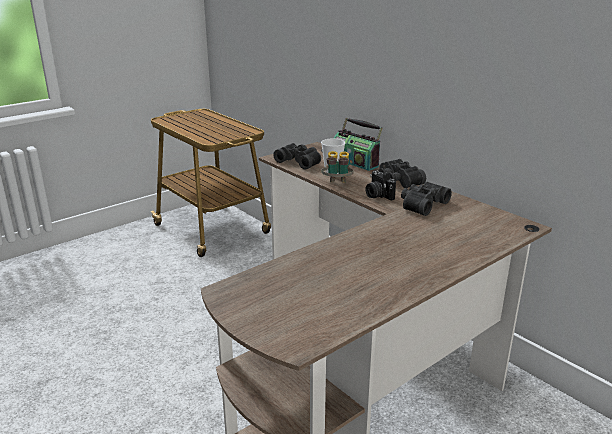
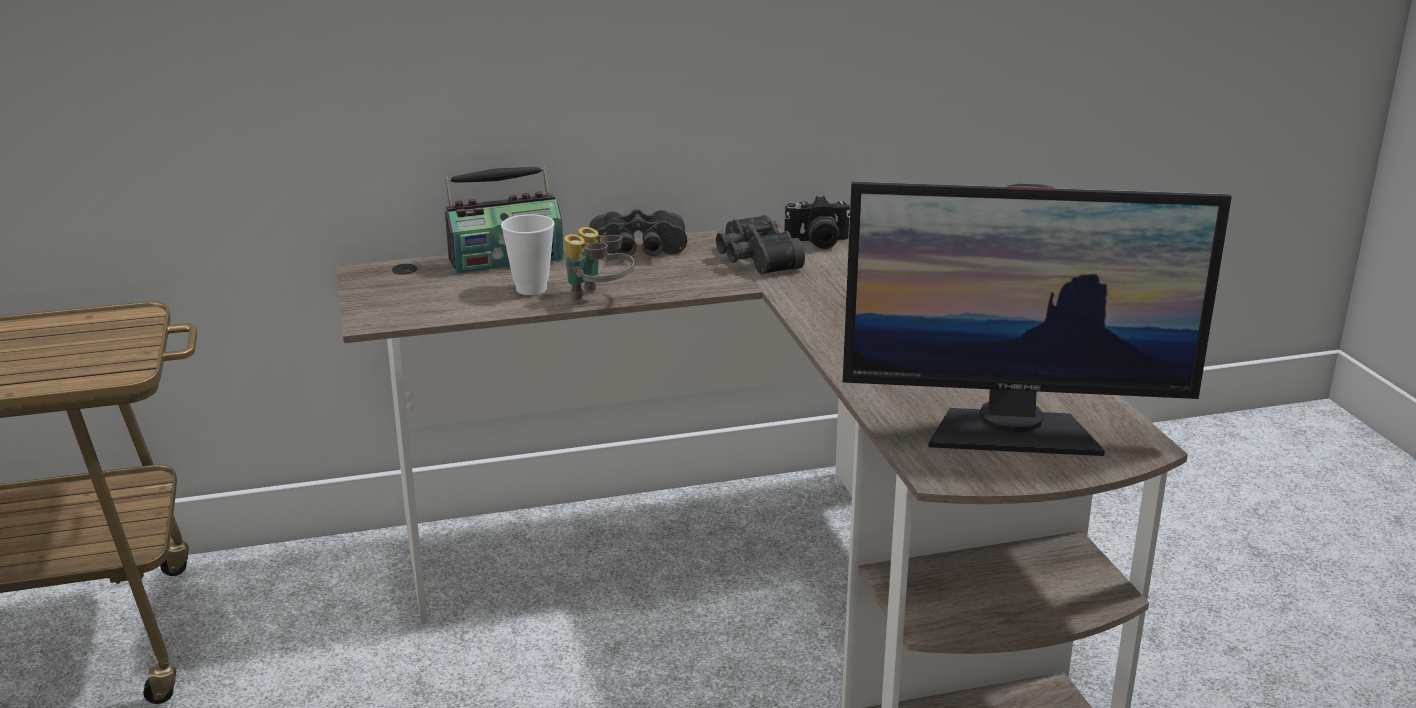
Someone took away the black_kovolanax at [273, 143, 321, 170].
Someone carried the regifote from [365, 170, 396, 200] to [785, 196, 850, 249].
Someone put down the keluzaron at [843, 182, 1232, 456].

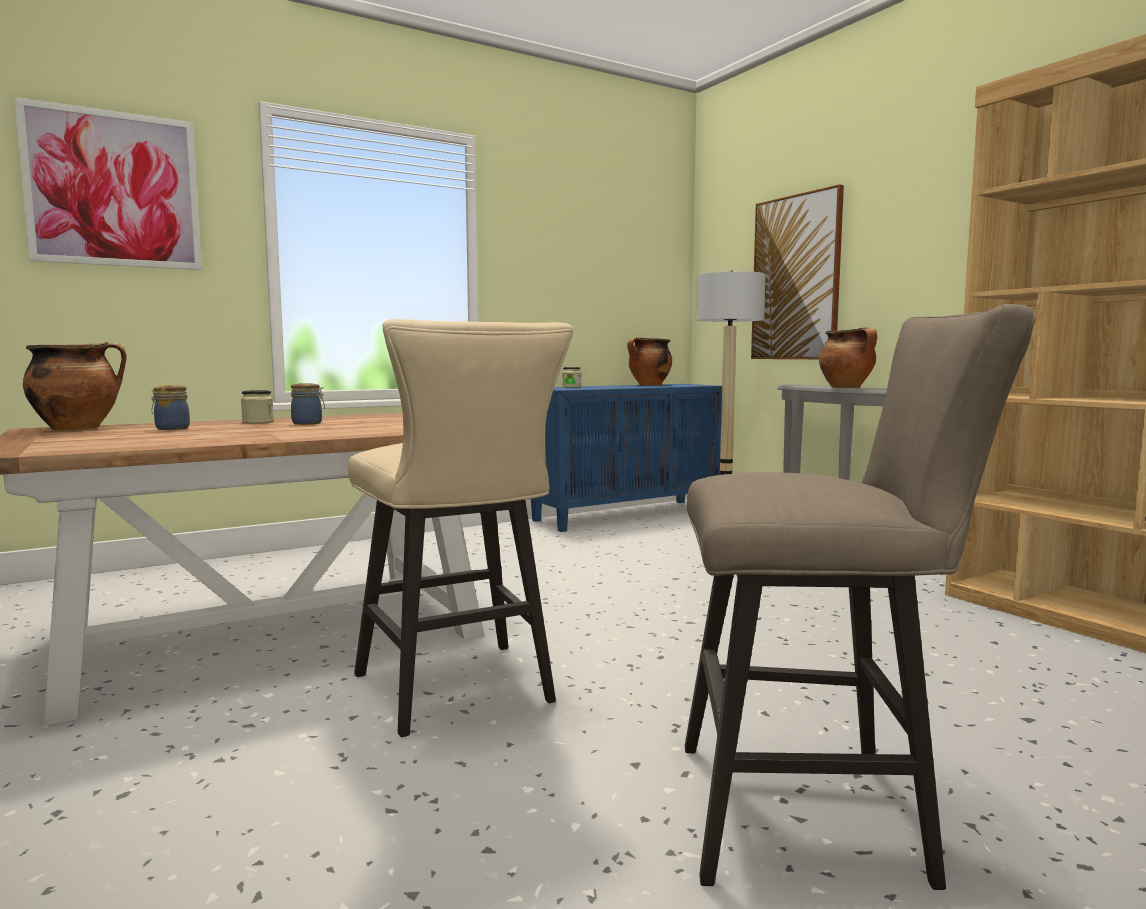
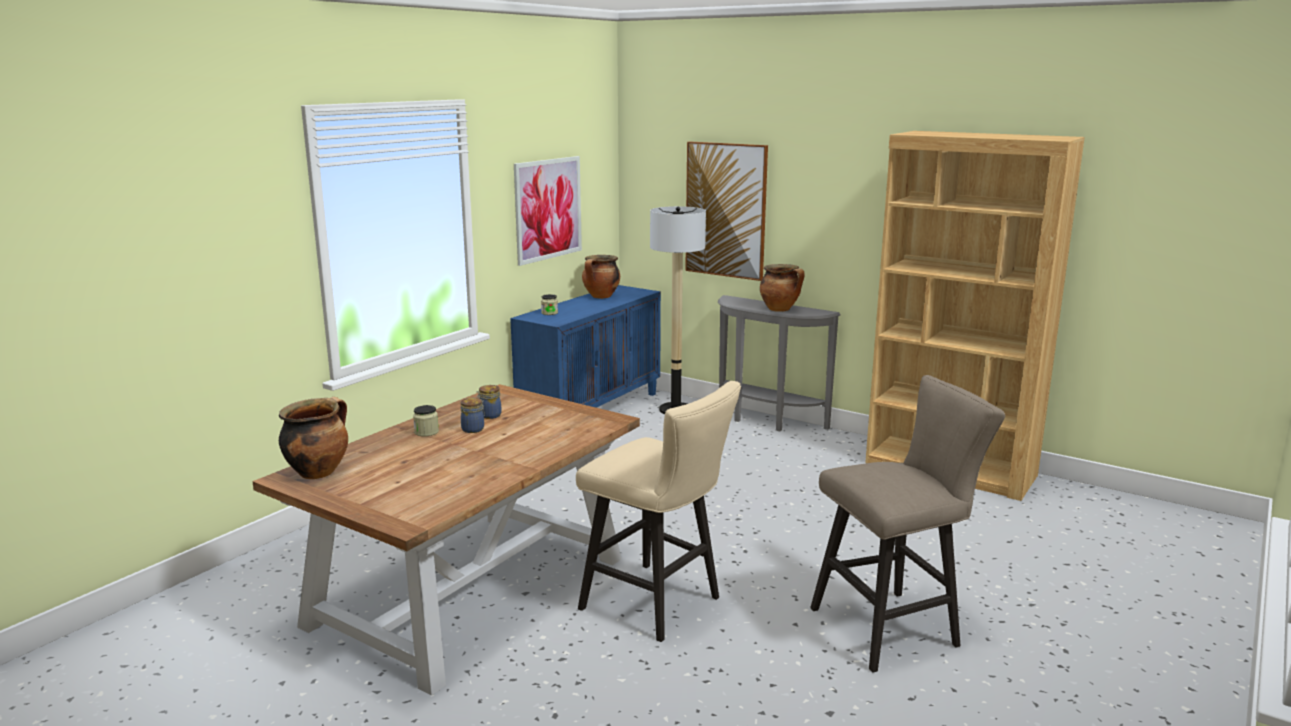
Someone carried the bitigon from [14, 97, 202, 270] to [514, 156, 582, 266].
Someone carried the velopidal from [151, 385, 190, 430] to [476, 385, 502, 419].

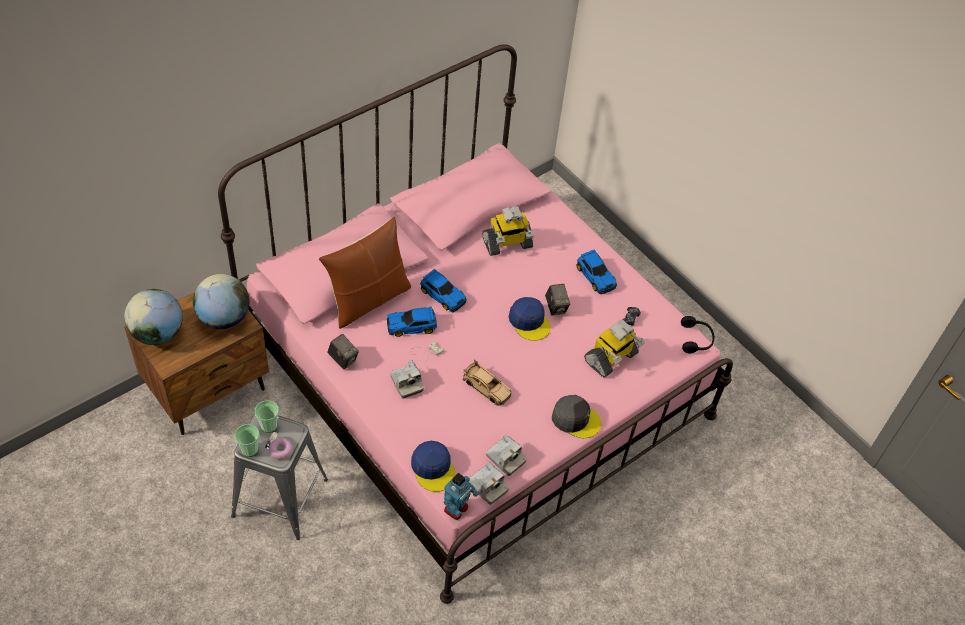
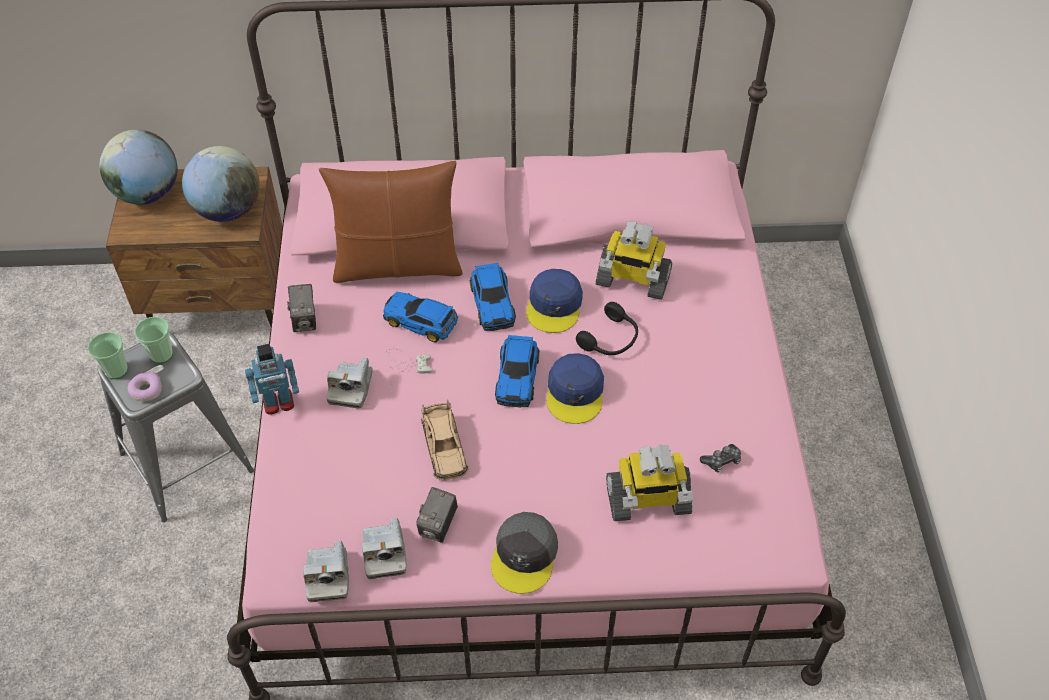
Someone carried the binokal from [577, 250, 617, 294] to [495, 335, 540, 407].
Someone carried the regifote from [545, 284, 570, 316] to [416, 487, 458, 543].
Someone carried the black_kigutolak from [681, 316, 715, 353] to [576, 302, 638, 355].
Someone rotated the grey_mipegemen at [552, 395, 601, 438] by 45 degrees clockwise.
Someone carried the blue_mipegemen from [411, 441, 456, 492] to [526, 269, 583, 333].
Someone carried the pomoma from [444, 473, 479, 520] to [245, 344, 299, 415].

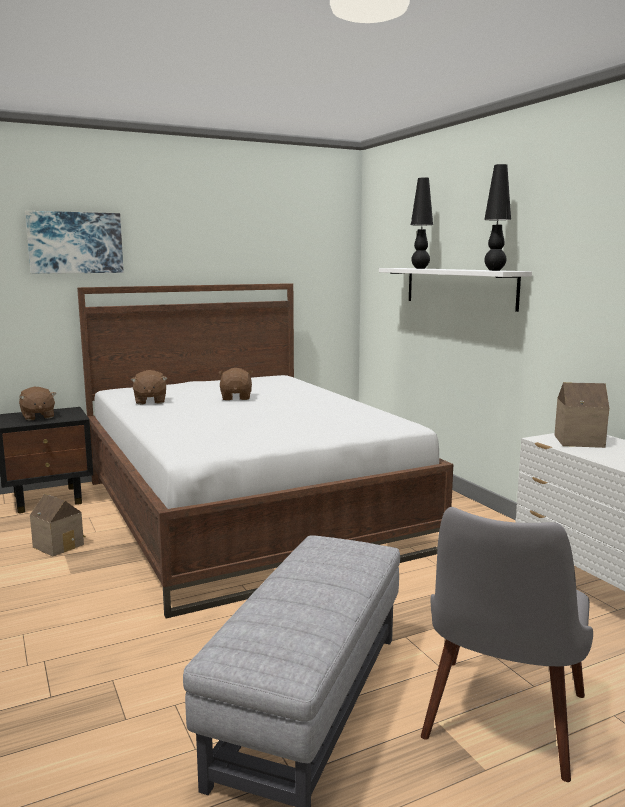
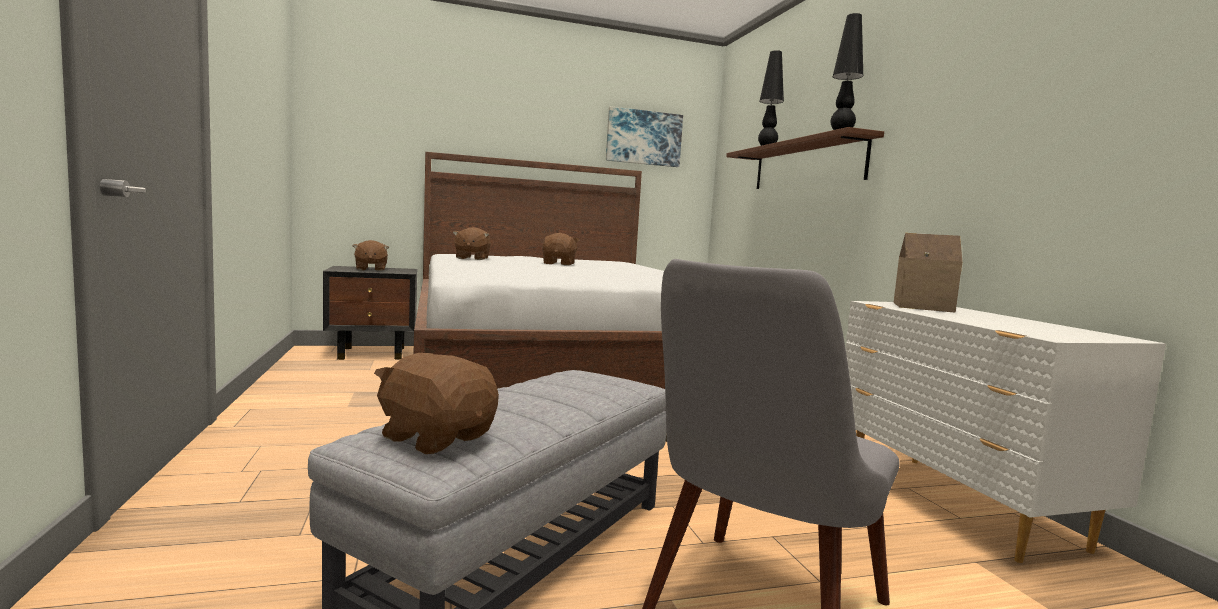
Someone carried the bitigon from [25, 211, 124, 274] to [606, 106, 683, 167].
Someone repainted the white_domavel at [379, 268, 532, 312], which became the brown_domavel at [726, 127, 884, 189].
Someone took away the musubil at [30, 493, 86, 556].
Someone put down the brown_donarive at [374, 353, 499, 454].

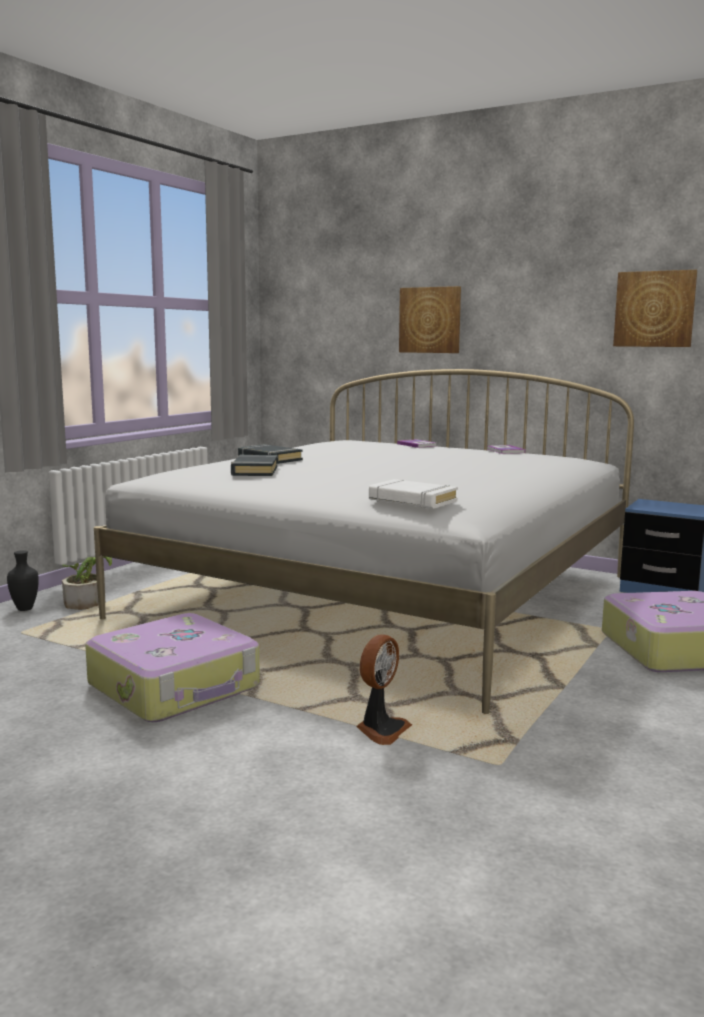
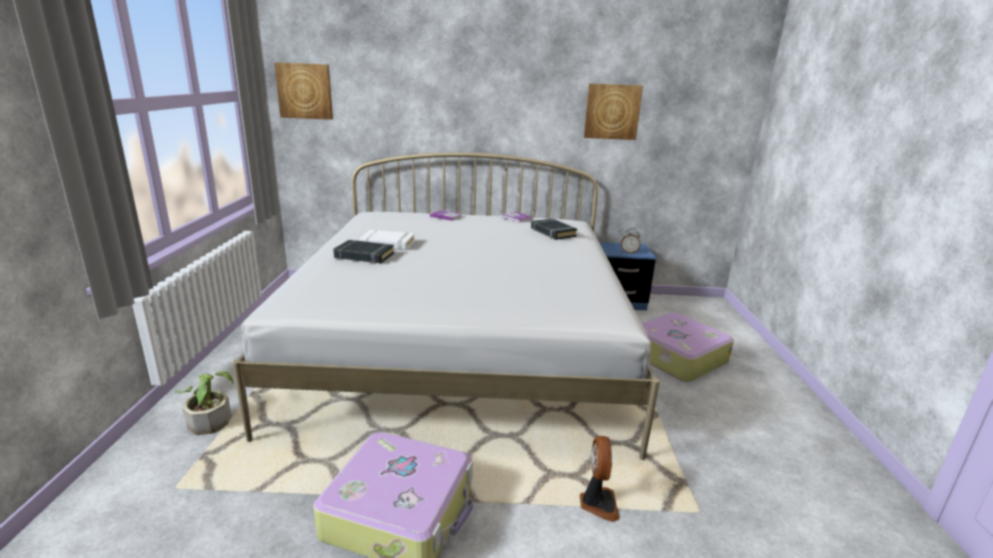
Someone carried the bitigon from [399, 286, 461, 353] to [274, 62, 333, 120].
Someone carried the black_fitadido from [231, 455, 278, 476] to [531, 218, 577, 240].
Someone carried the white_fitadido from [369, 479, 458, 508] to [360, 230, 415, 250].
Someone took away the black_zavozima at [7, 550, 39, 611].
Someone put down the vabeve at [621, 228, 641, 254].

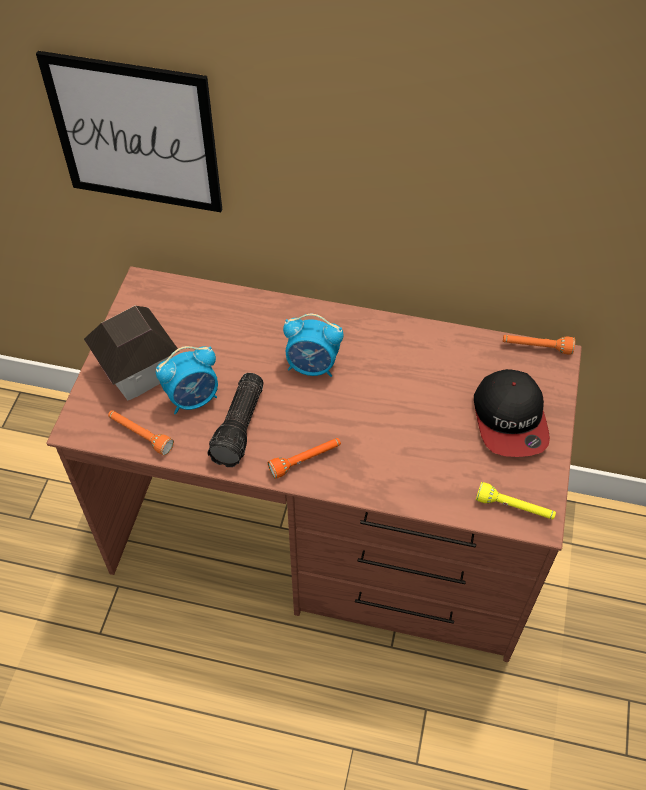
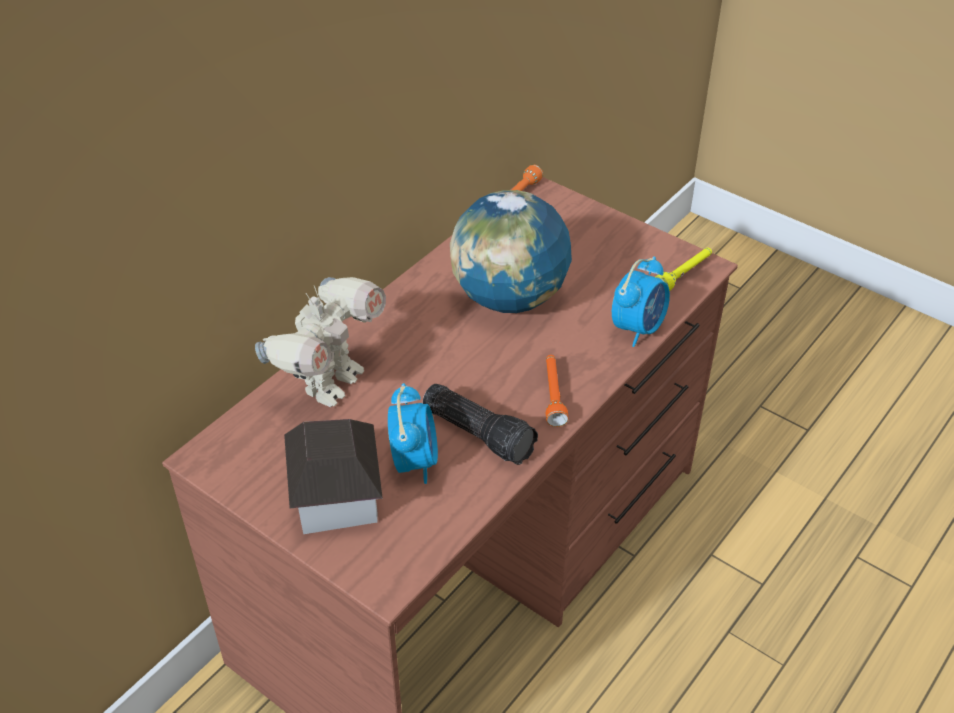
Someone took away the bitigon at [36, 51, 222, 212].
Someone carried the vabeve from [283, 314, 343, 377] to [612, 257, 670, 347].
Someone took away the mipegemen at [474, 369, 550, 457].
Someone took away the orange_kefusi at [108, 410, 174, 455].
Someone put down the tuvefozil at [450, 190, 572, 313].
Someone put down the pomoma at [255, 277, 386, 407].

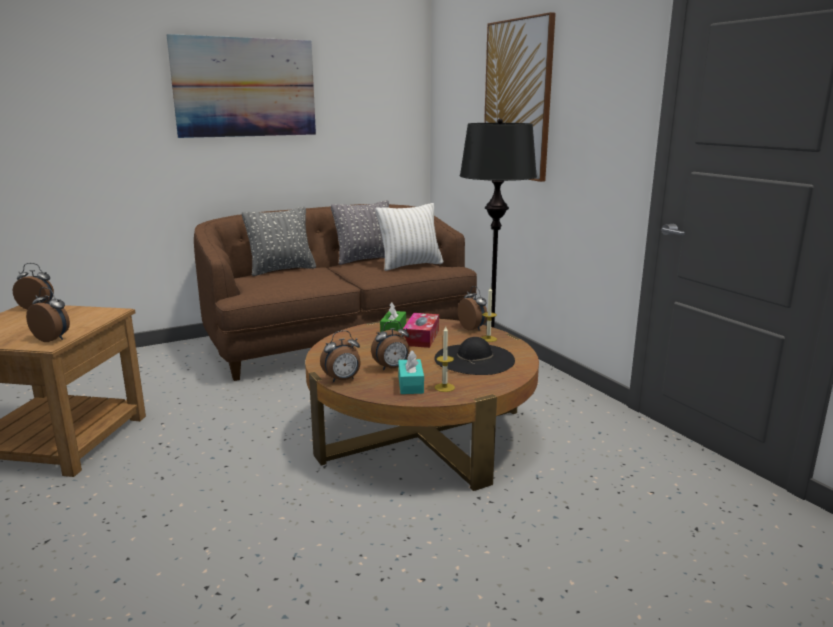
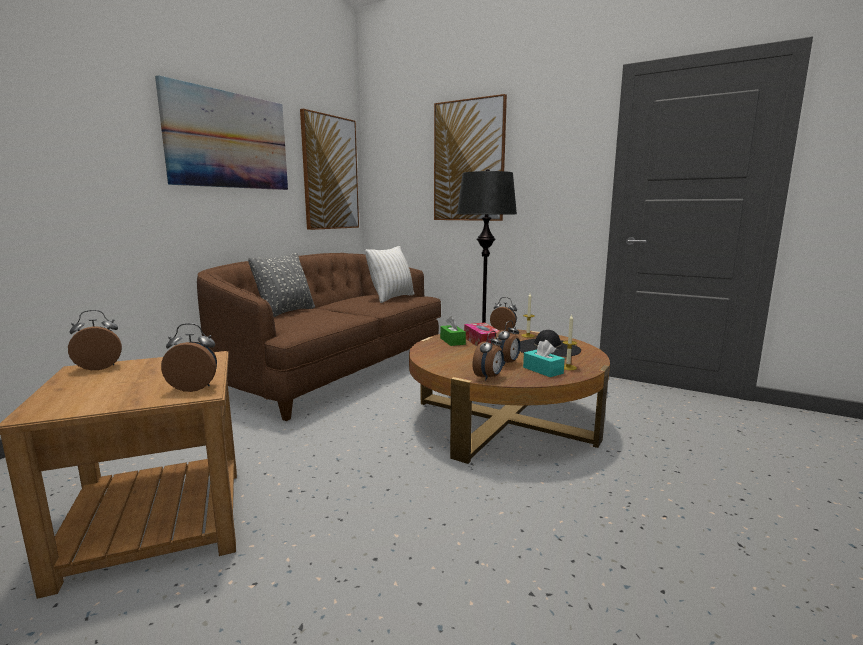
Someone took away the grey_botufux at [331, 200, 389, 265].
Someone put up the bitigon at [300, 109, 359, 230].

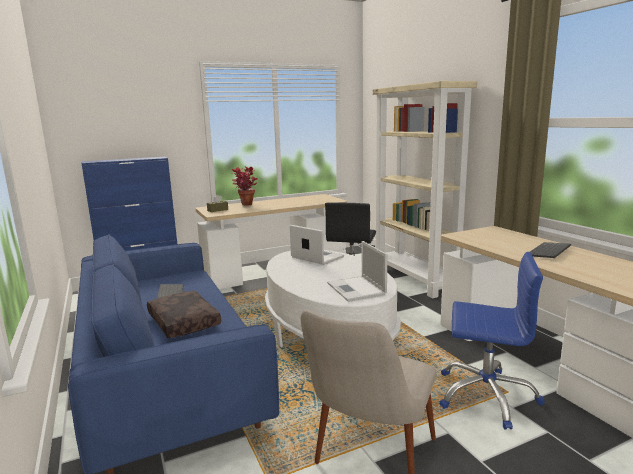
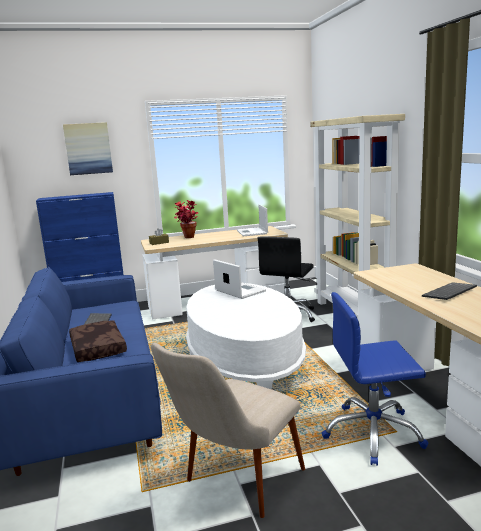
Someone carried the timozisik from [327, 241, 388, 302] to [237, 204, 268, 236].
Someone rotated the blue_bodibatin at [439, 252, 545, 430] by 150 degrees clockwise.
Someone put up the bitigon at [63, 122, 113, 175].

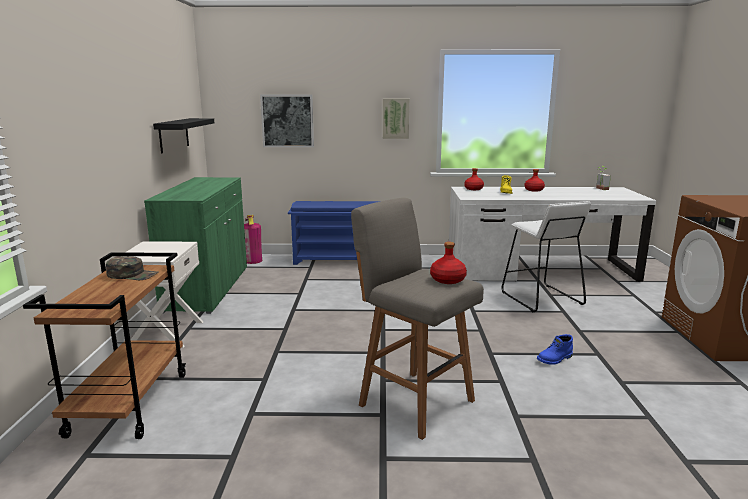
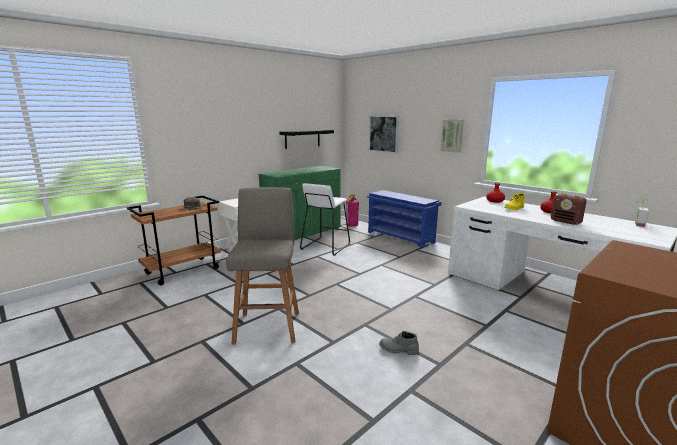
Someone carried the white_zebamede from [502, 201, 591, 312] to [300, 183, 350, 256].
Someone took away the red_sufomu at [430, 242, 467, 284].
Someone repainted the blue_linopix at [537, 334, 573, 365], which became the grey_linopix at [379, 331, 419, 355].
Someone put down the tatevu at [551, 193, 587, 225].

